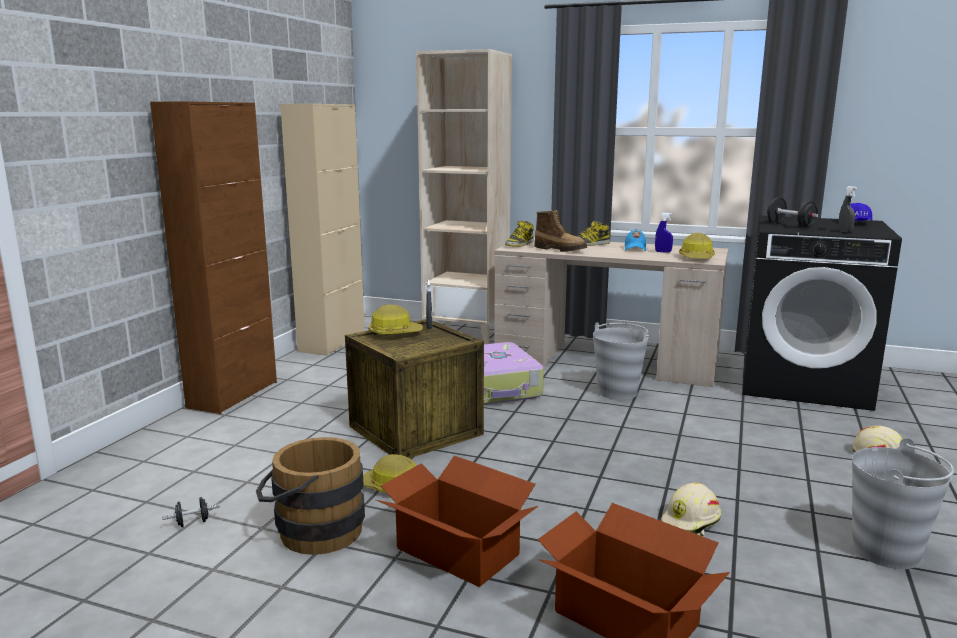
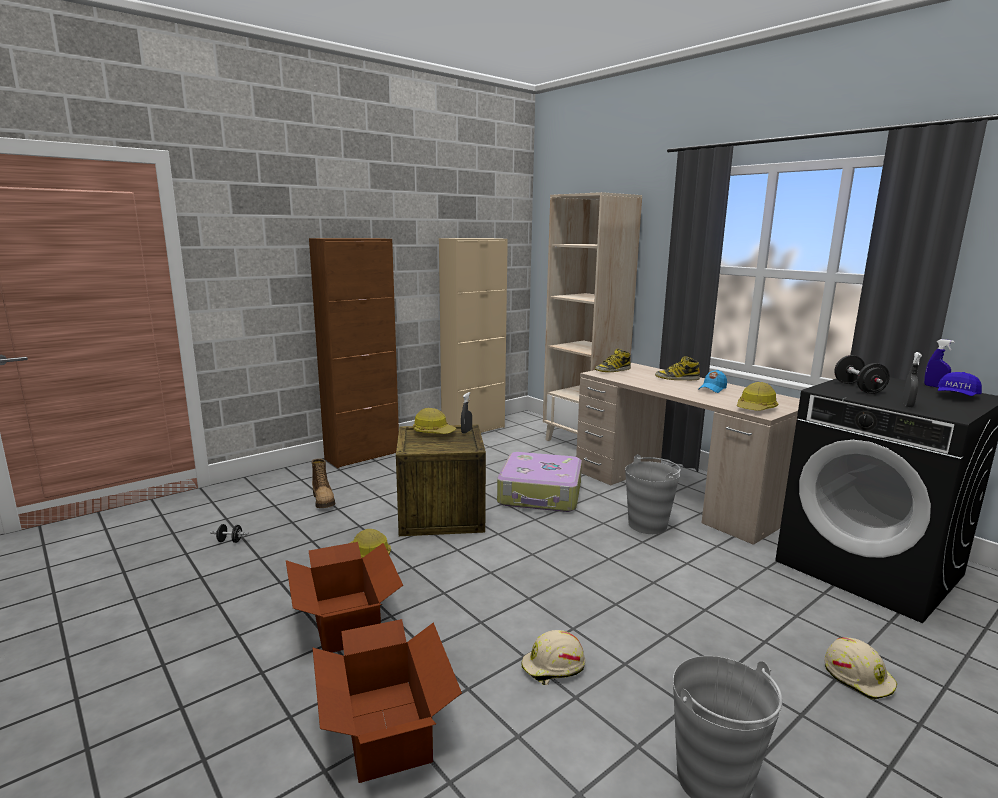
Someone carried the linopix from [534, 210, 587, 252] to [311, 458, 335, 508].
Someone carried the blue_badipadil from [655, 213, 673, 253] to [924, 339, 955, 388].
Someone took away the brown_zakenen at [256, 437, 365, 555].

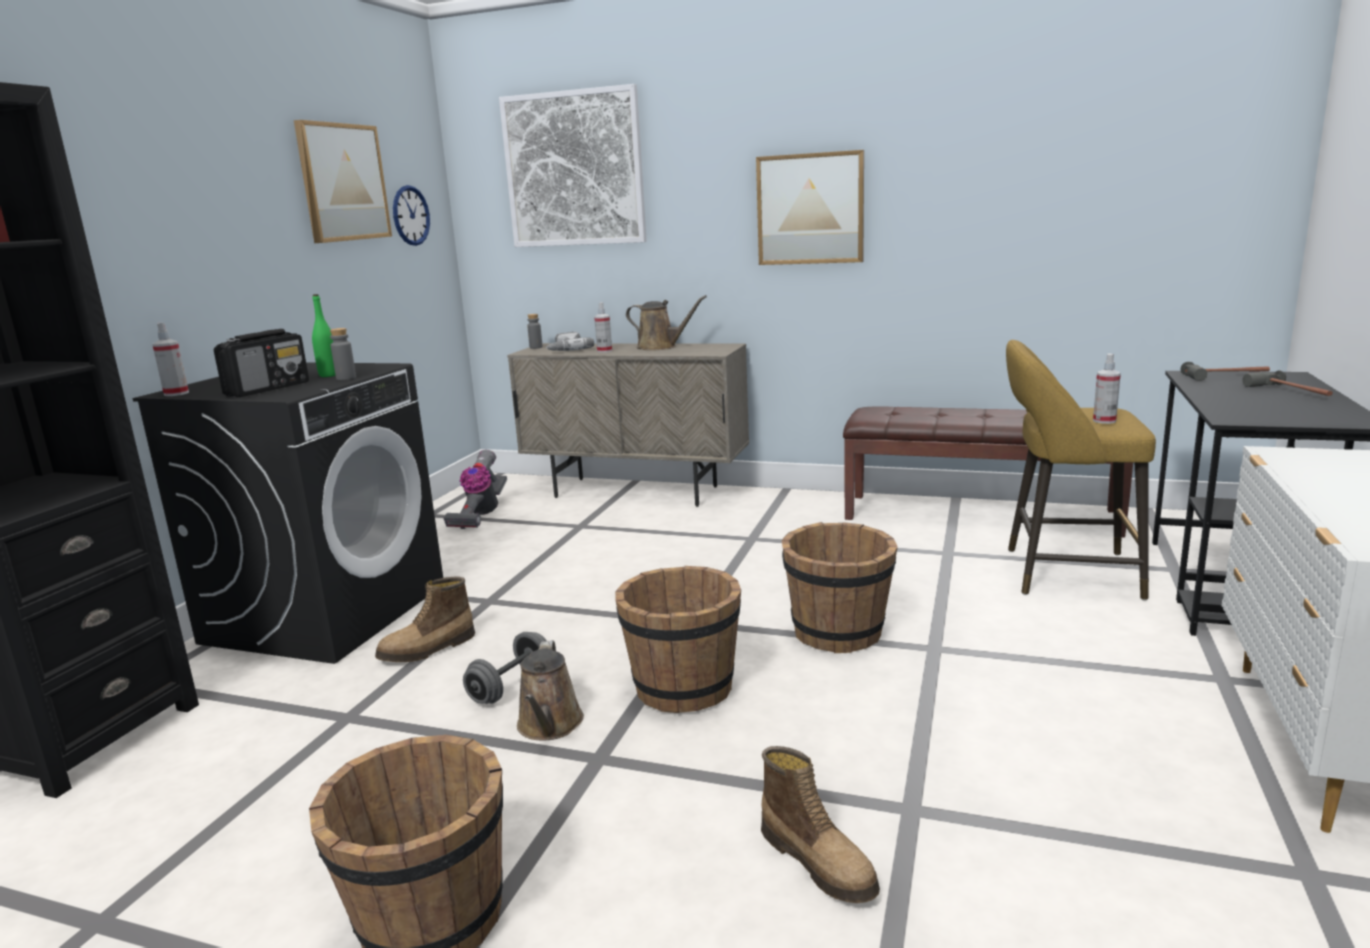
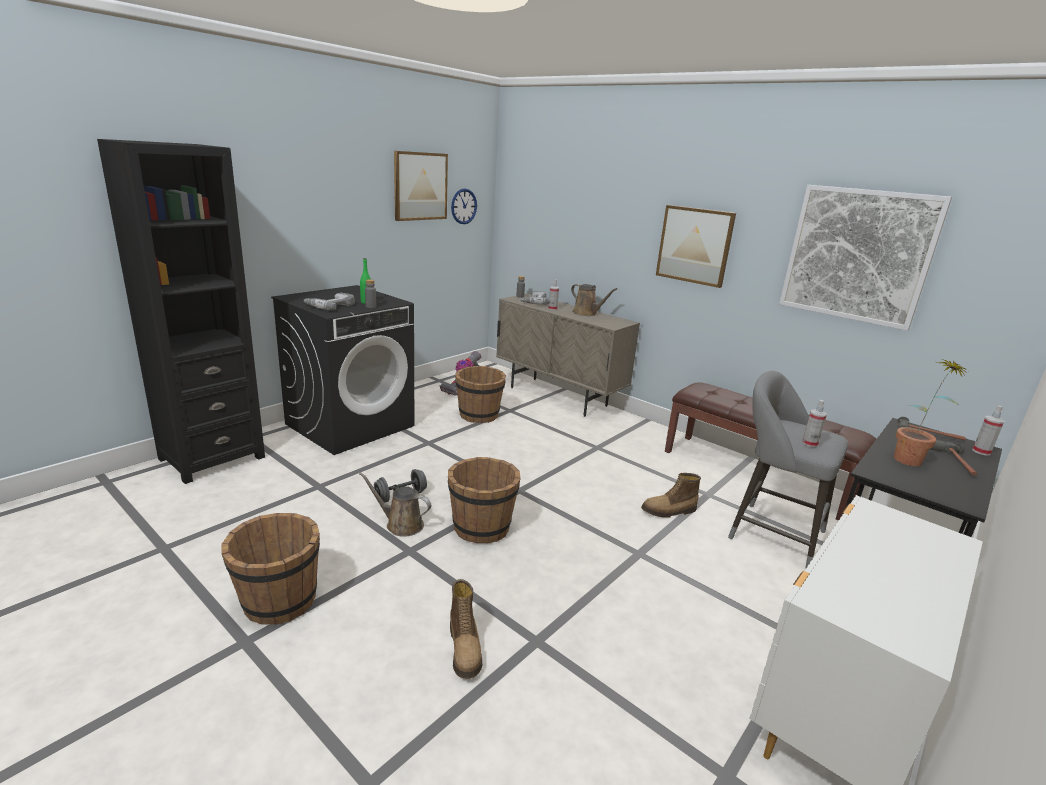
Someone carried the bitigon from [499, 84, 647, 247] to [779, 185, 952, 331].
Someone carried the badipadil from [152, 323, 189, 396] to [972, 405, 1004, 456].
Someone swapped the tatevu at [214, 329, 309, 397] for the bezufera at [304, 293, 355, 310].
Someone repainted the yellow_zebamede at [1006, 340, 1156, 601], which became the grey_zebamede at [728, 371, 848, 568].
Someone carried the brown_zakenen from [782, 522, 898, 653] to [455, 366, 506, 423].
Someone carried the linopix from [375, 576, 475, 662] to [641, 473, 701, 518].
Someone rotated the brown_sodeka at [517, 640, 584, 740] by 90 degrees clockwise.
Someone put down the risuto at [894, 359, 970, 466].

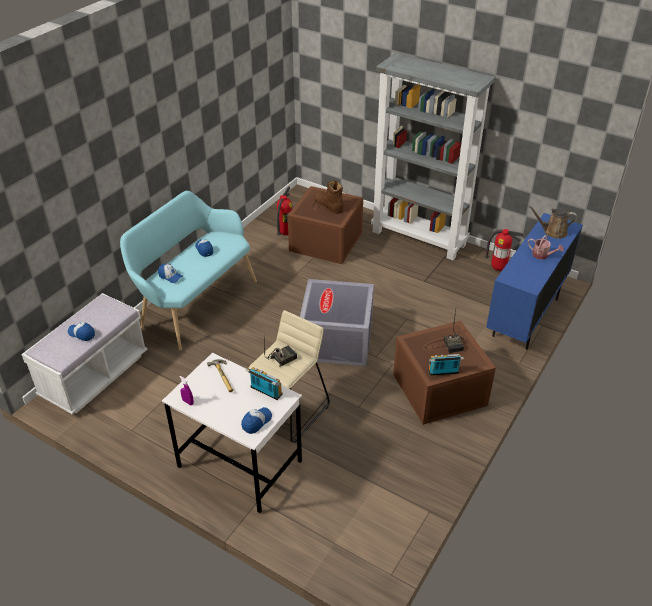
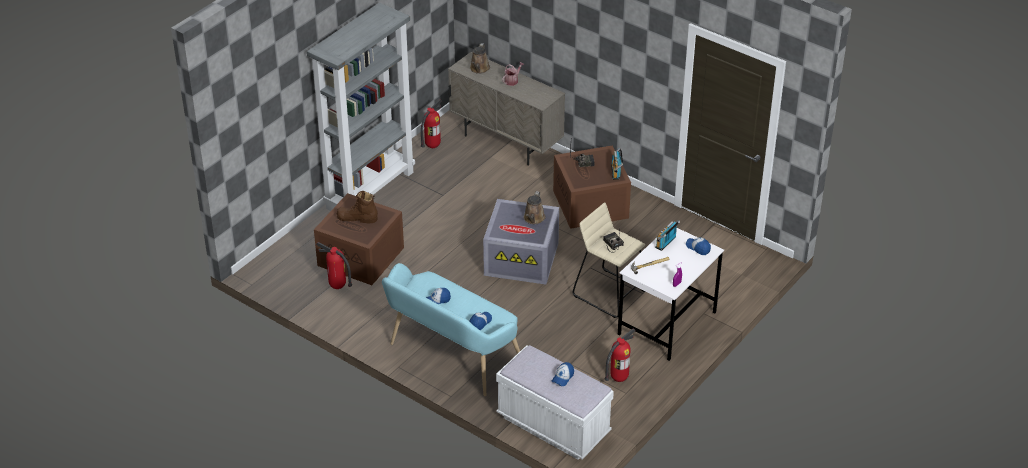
Someone rotated the brown_linopix at [314, 181, 344, 214] by 45 degrees clockwise.
Someone repainted the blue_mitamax at [486, 213, 583, 350], which became the beige_mitamax at [448, 52, 565, 166].
Someone put down the brown_sodeka at [524, 191, 546, 224].
Someone put down the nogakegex at [604, 328, 636, 382].

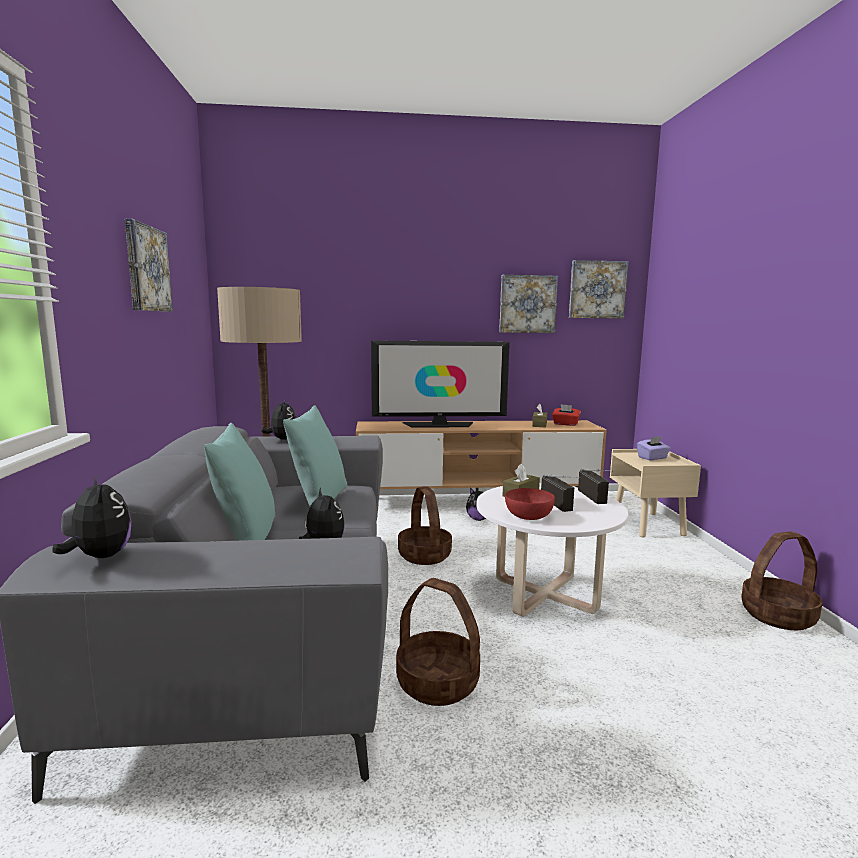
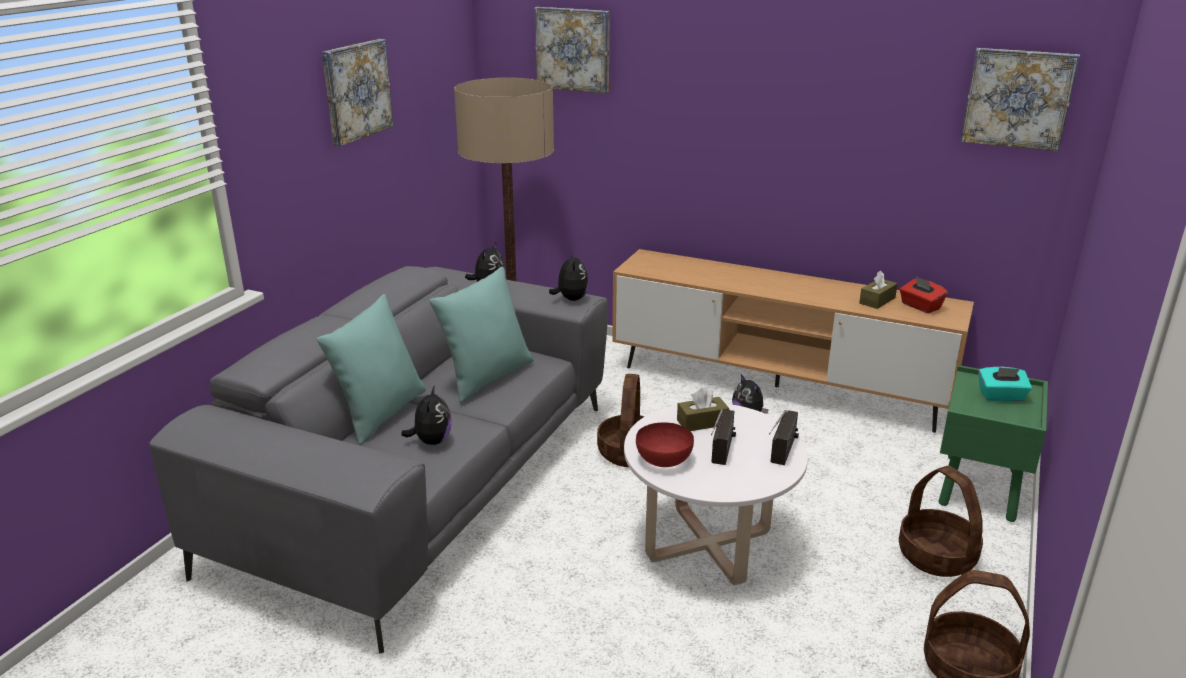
Someone carried the bitigon from [499, 275, 558, 333] to [535, 7, 610, 94].
Someone took away the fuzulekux at [371, 340, 510, 428].
Someone repainted the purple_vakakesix at [637, 436, 671, 460], which became the turquoise_vakakesix at [979, 367, 1032, 402].
Someone repainted the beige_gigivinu at [610, 449, 701, 537], which became the green_gigivinu at [938, 365, 1048, 522].
Someone carried the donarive from [52, 474, 132, 558] to [549, 251, 589, 301].
Someone carried the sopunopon from [396, 578, 480, 706] to [899, 466, 983, 577].

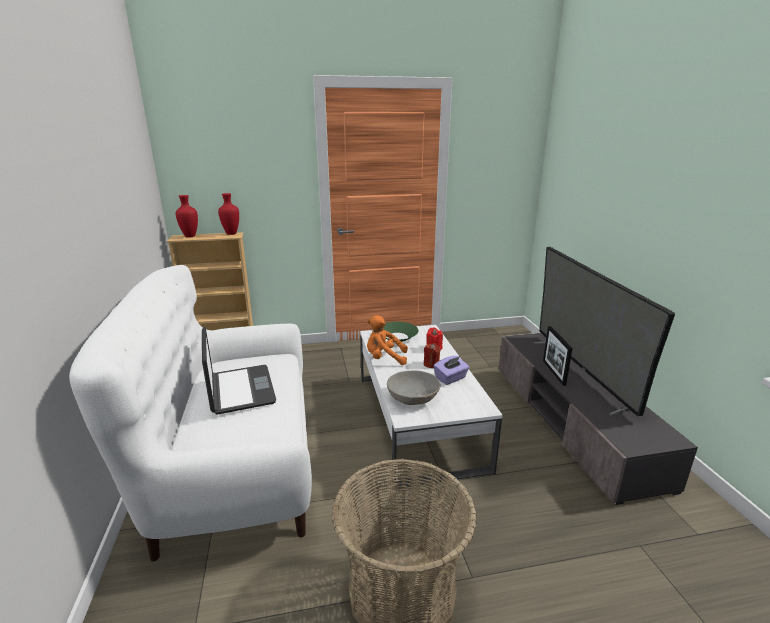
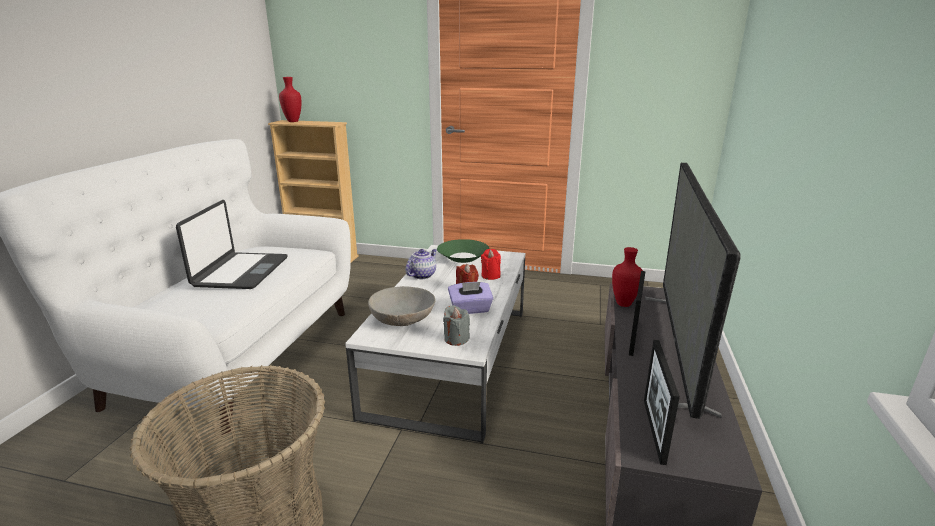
Someone carried the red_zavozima from [218, 193, 239, 235] to [612, 247, 643, 307].
Someone swapped the orange_donarive at [367, 315, 408, 365] for the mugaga at [405, 249, 437, 279].
Someone put down the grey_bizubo at [443, 305, 470, 346].
Someone put down the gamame at [644, 340, 680, 465].

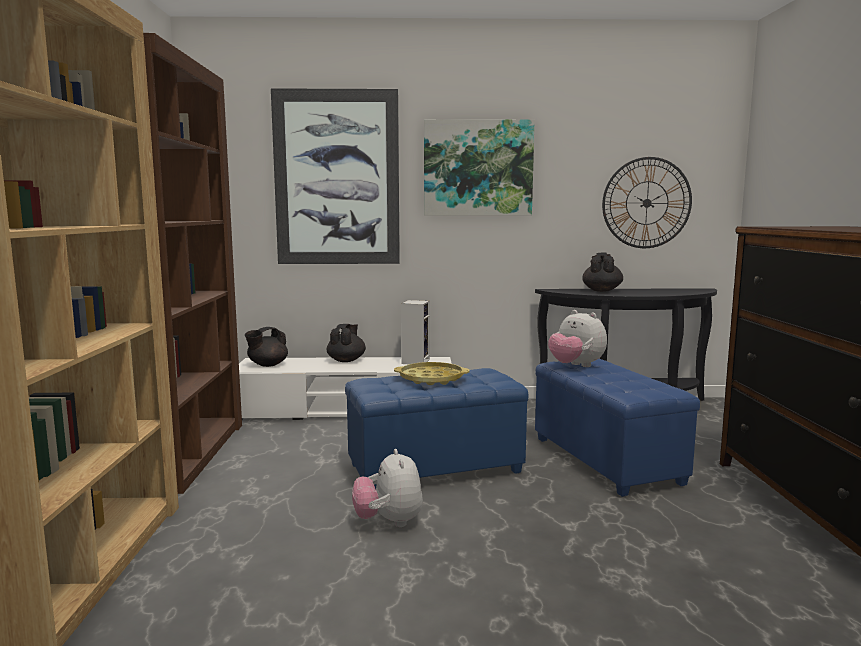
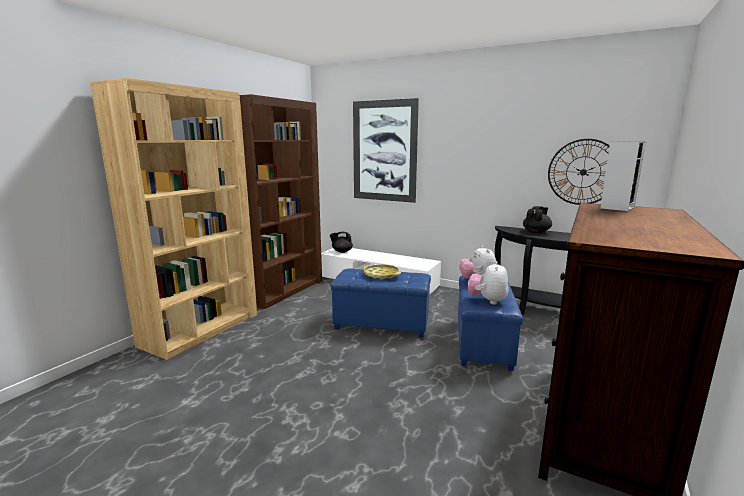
Someone took away the bitigon at [424, 119, 535, 216].
Someone carried the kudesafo from [401, 300, 430, 364] to [600, 142, 646, 211].
Someone took away the black_mugaga at [327, 324, 366, 362].
Someone carried the donarive from [352, 449, 423, 527] to [468, 261, 509, 305].

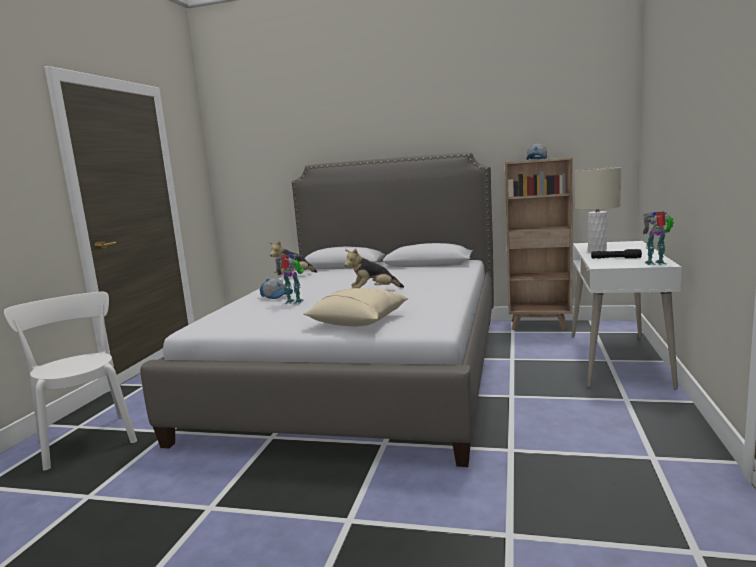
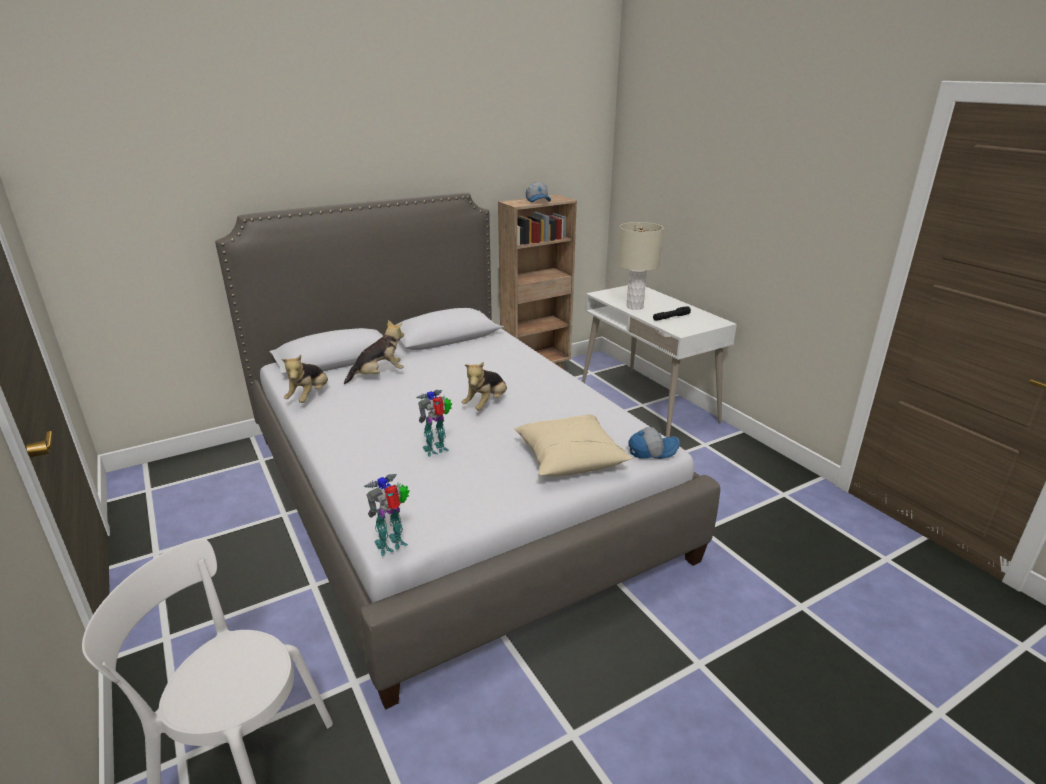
Someone carried the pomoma from [643, 211, 674, 265] to [364, 474, 410, 556].
Someone carried the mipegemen from [260, 278, 293, 299] to [629, 427, 680, 459].
Someone put down the donarive at [344, 320, 404, 385].

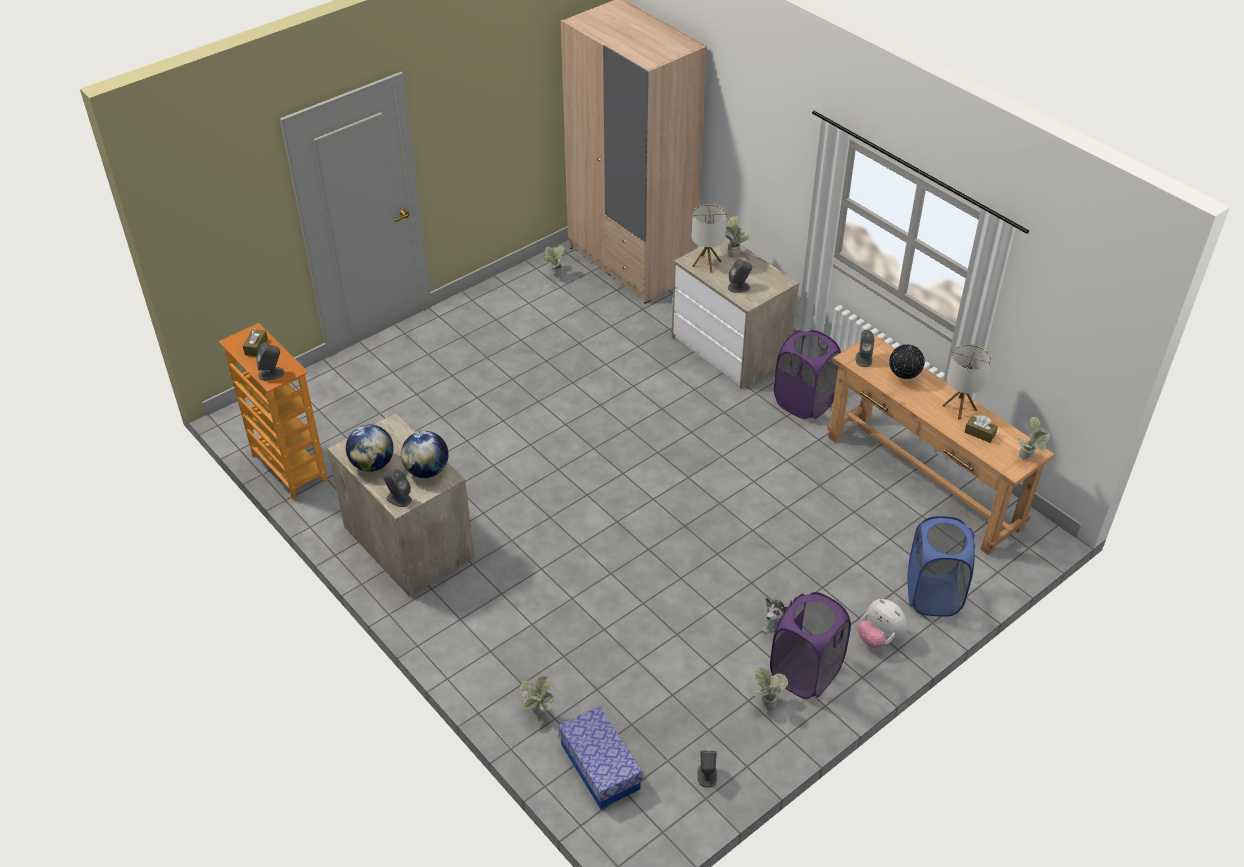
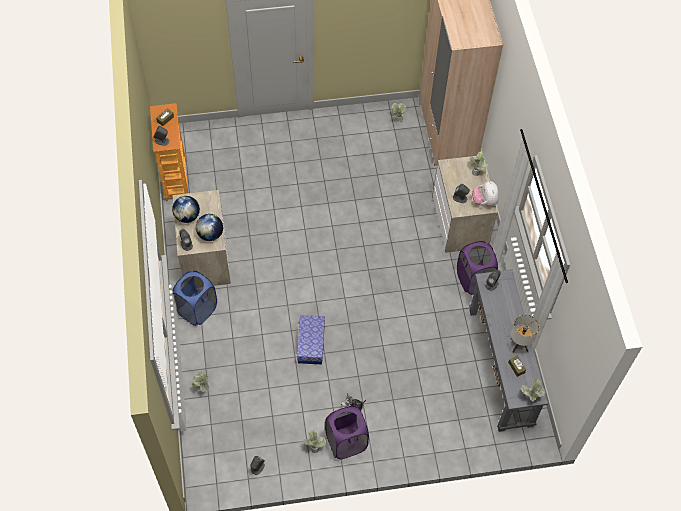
Someone took away the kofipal at [692, 204, 727, 273].
Someone repainted the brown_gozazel at [827, 335, 1055, 555], which became the grey_gozazel at [469, 269, 548, 432].
Someone took away the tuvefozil at [889, 344, 925, 379].
Someone carried the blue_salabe from [907, 516, 975, 617] to [173, 271, 217, 326].
Someone carried the donarive from [857, 599, 907, 648] to [472, 181, 499, 206].
Someone carried the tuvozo from [558, 706, 643, 809] to [297, 315, 325, 364].

